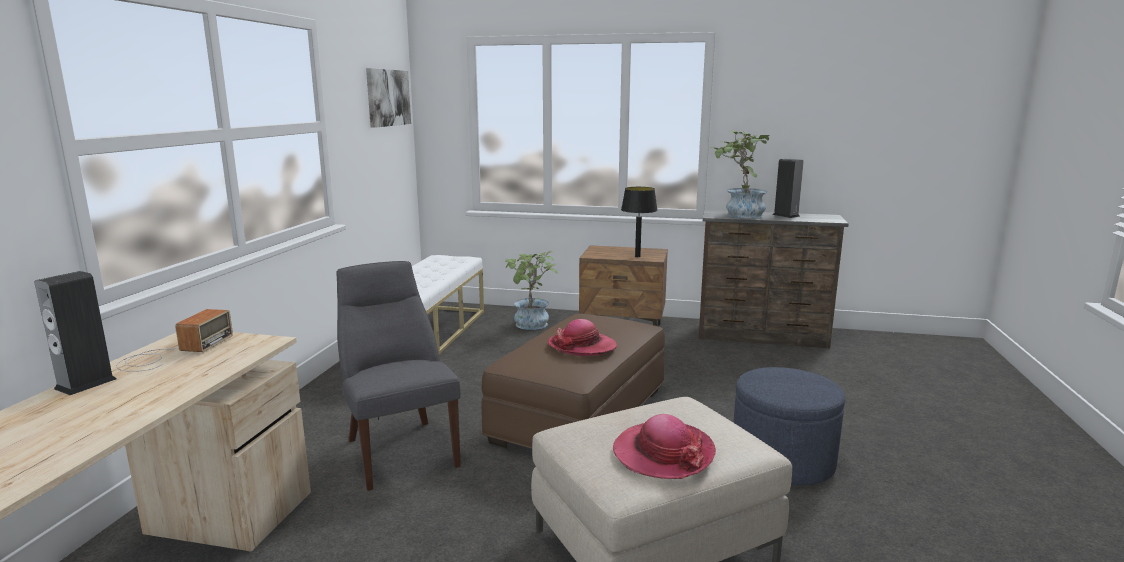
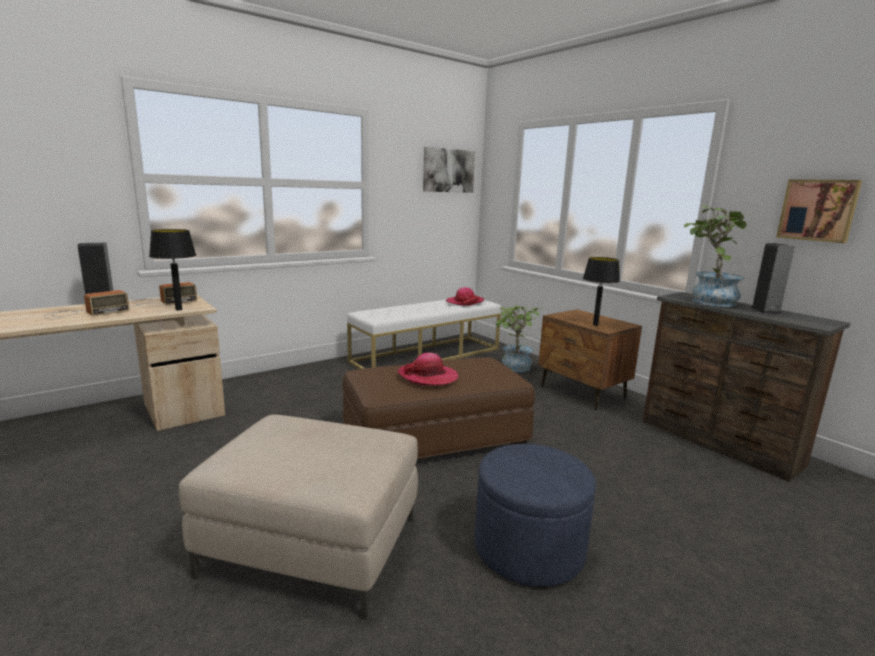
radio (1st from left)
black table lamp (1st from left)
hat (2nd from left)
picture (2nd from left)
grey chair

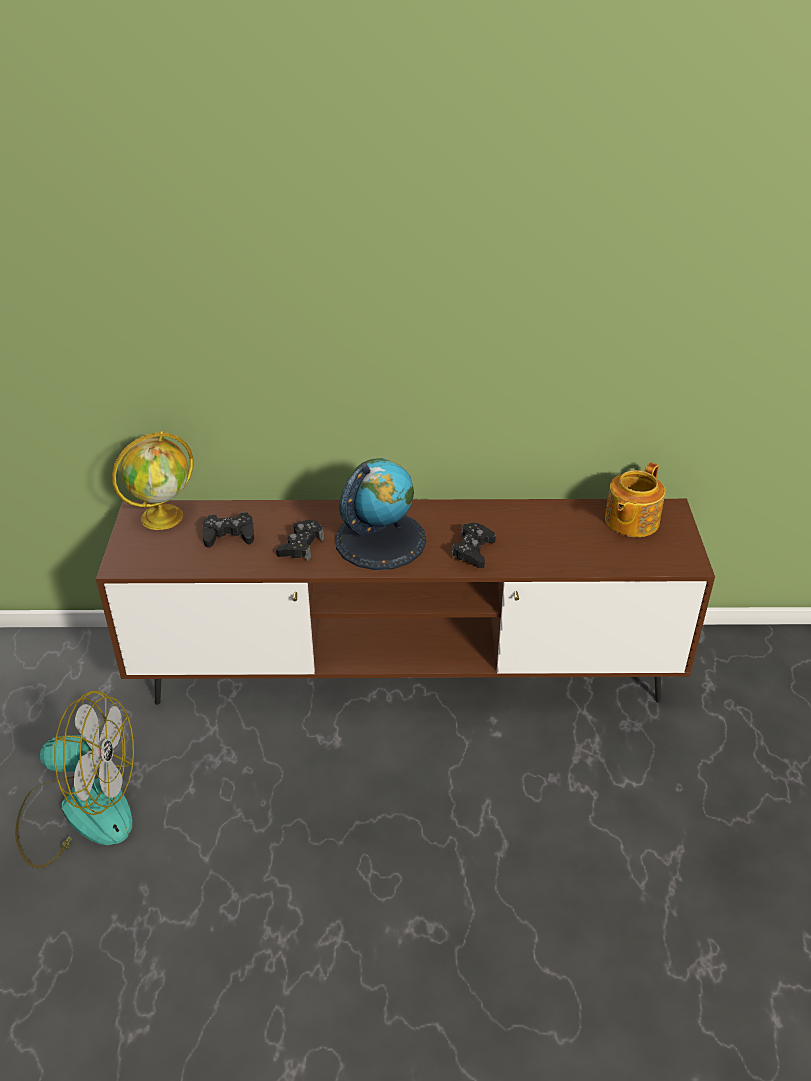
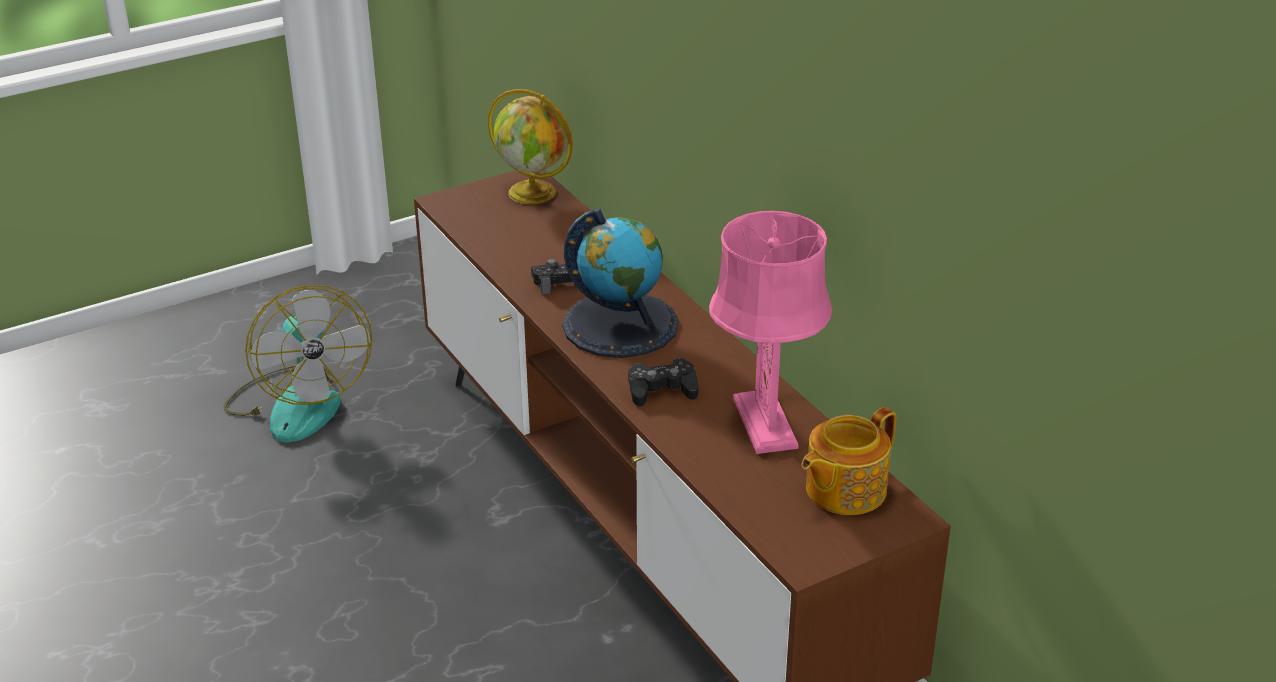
pink table lamp
teapot
black game controller (1st from left in the first image)

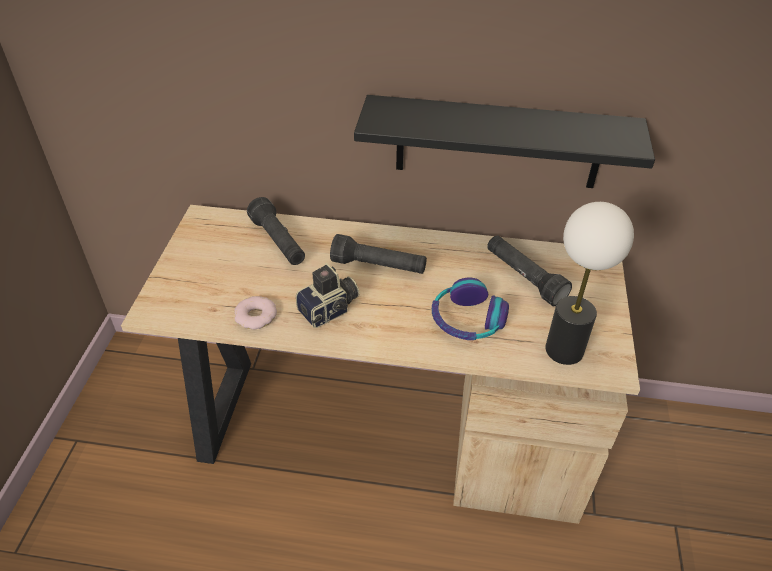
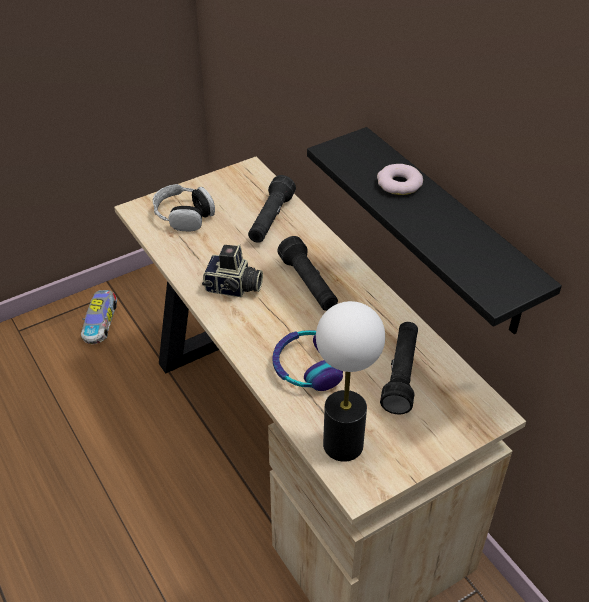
toy car
headphones (1st from left)
donut

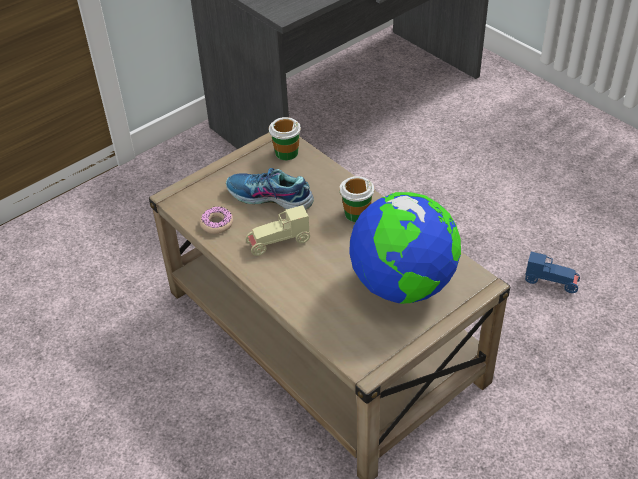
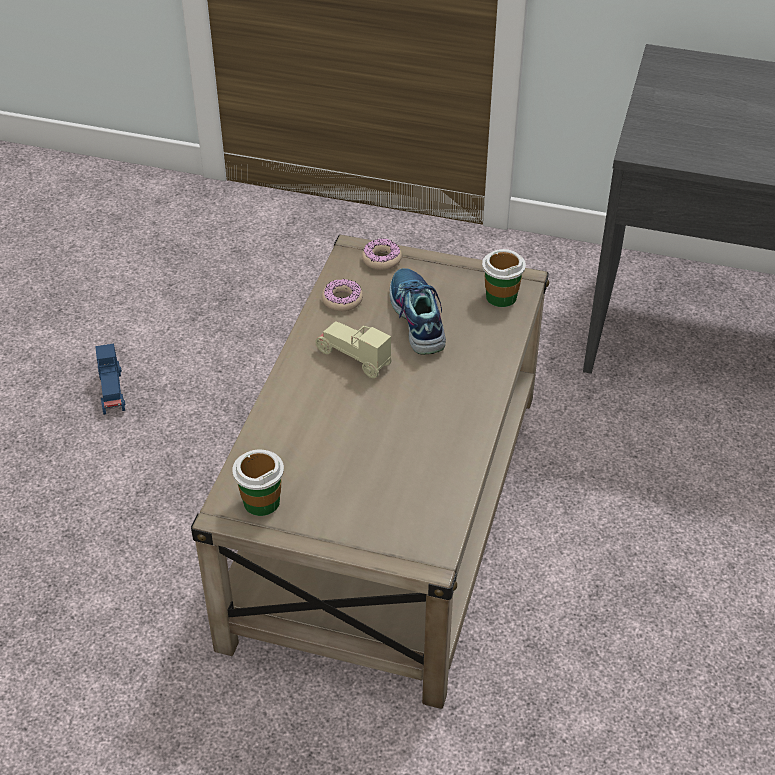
blue toy car
cup (1st from left)
donut (2nd from left)
globe

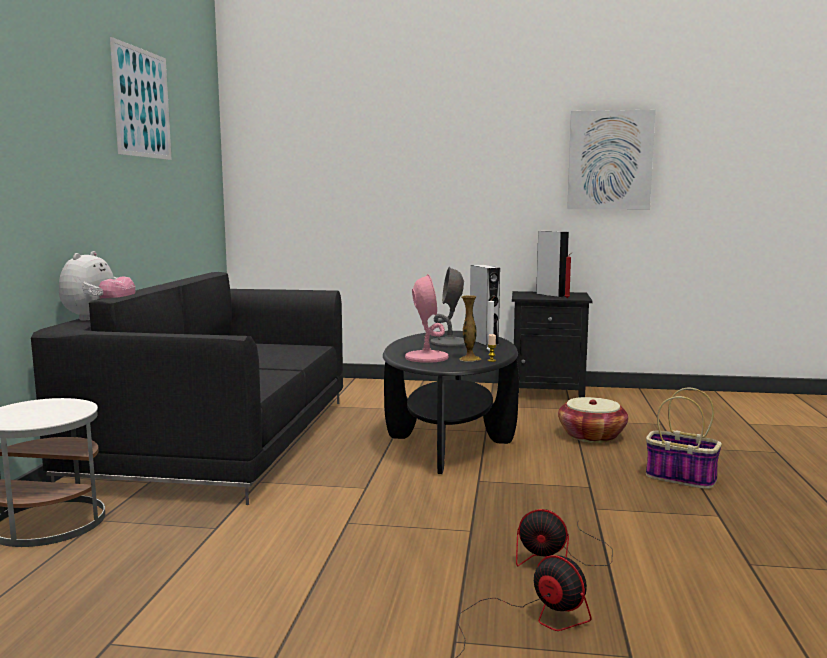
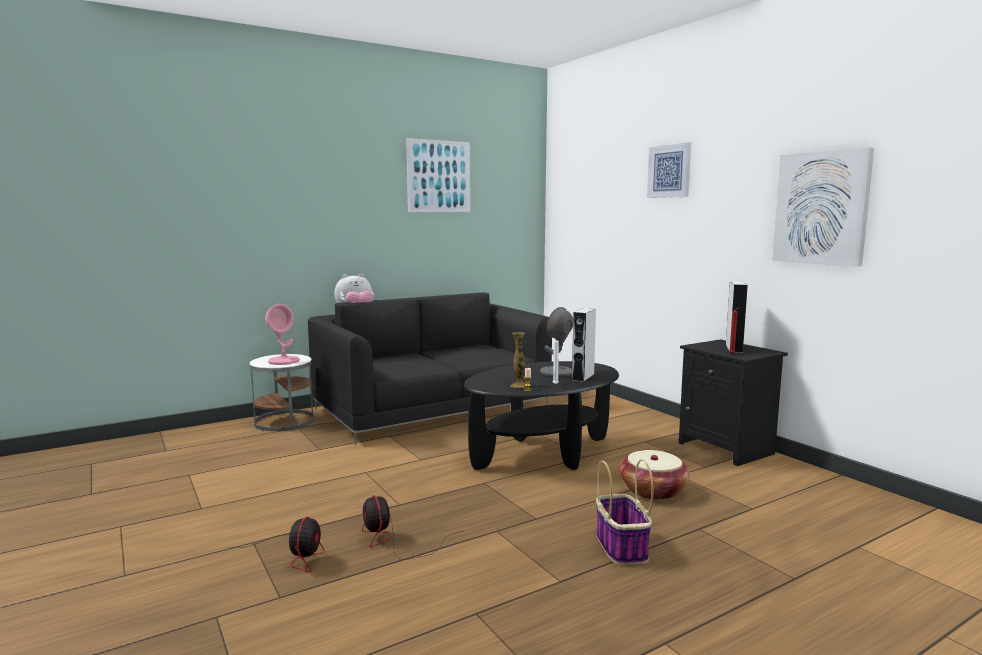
pink table lamp
picture (2nd from left)

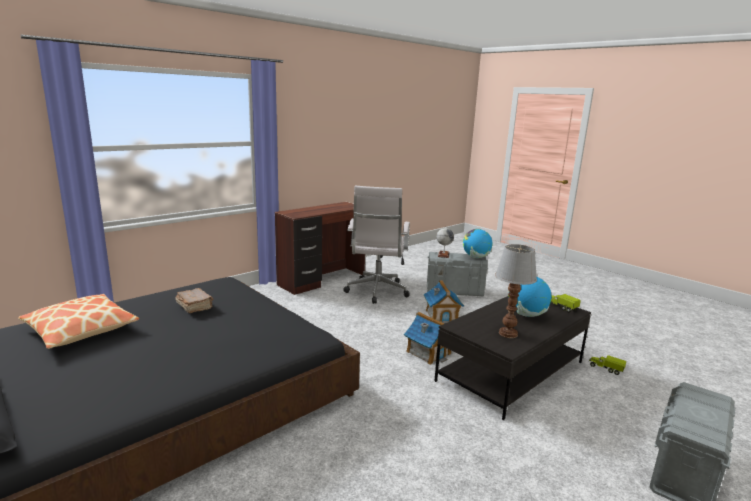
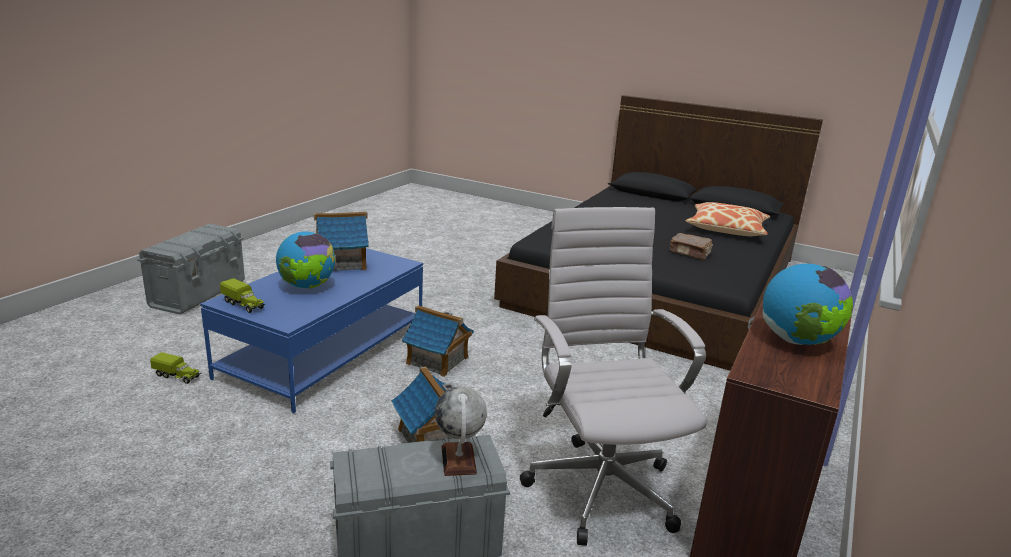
blue coffee table
toy house (1st from left)
globe (3rd from left)

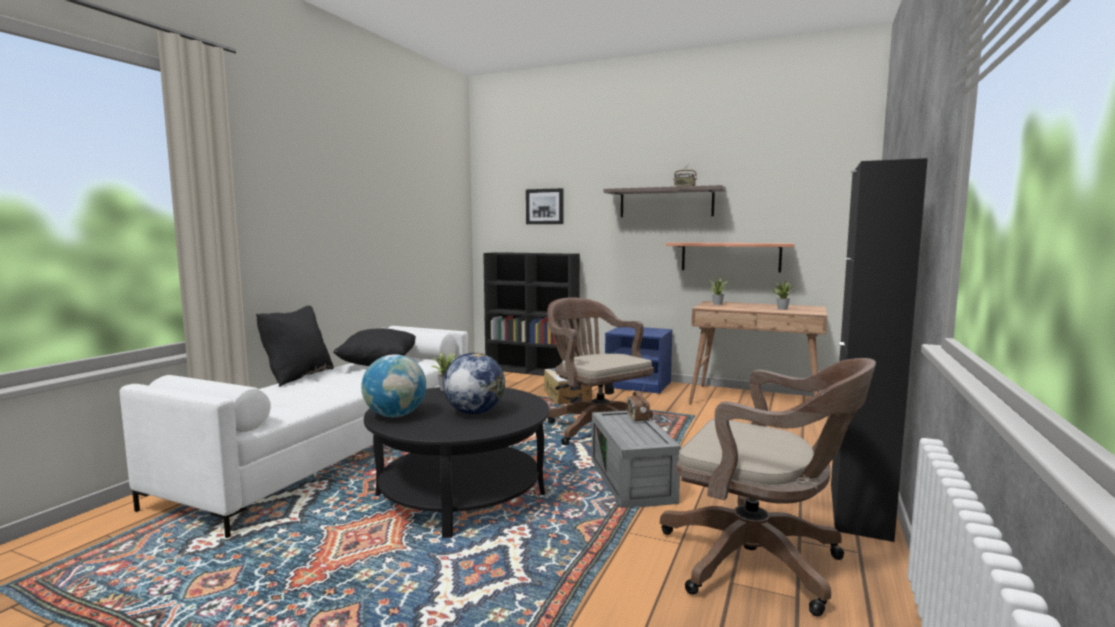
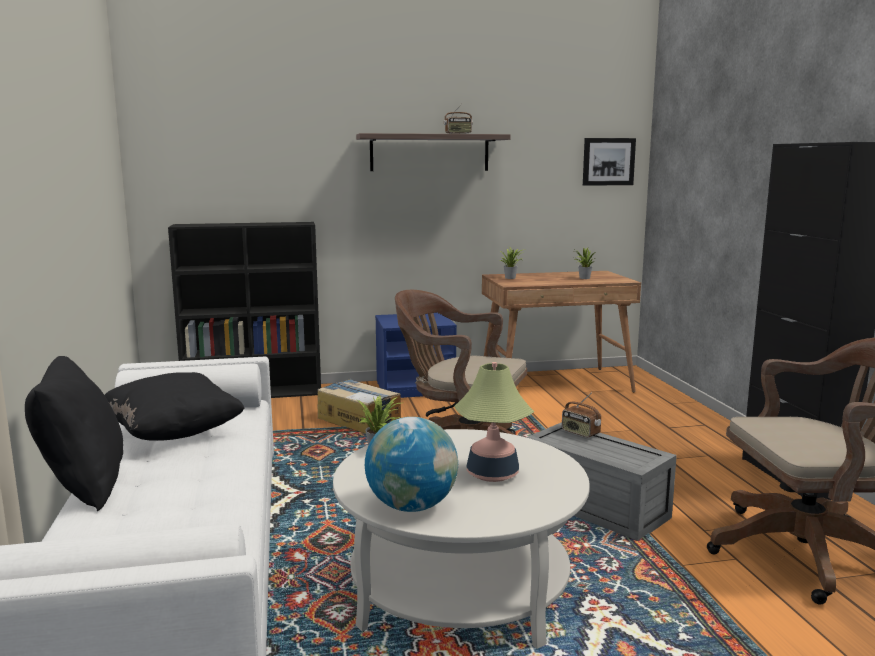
white coffee table
table lamp
picture
shelf (2nd from left in the first image)

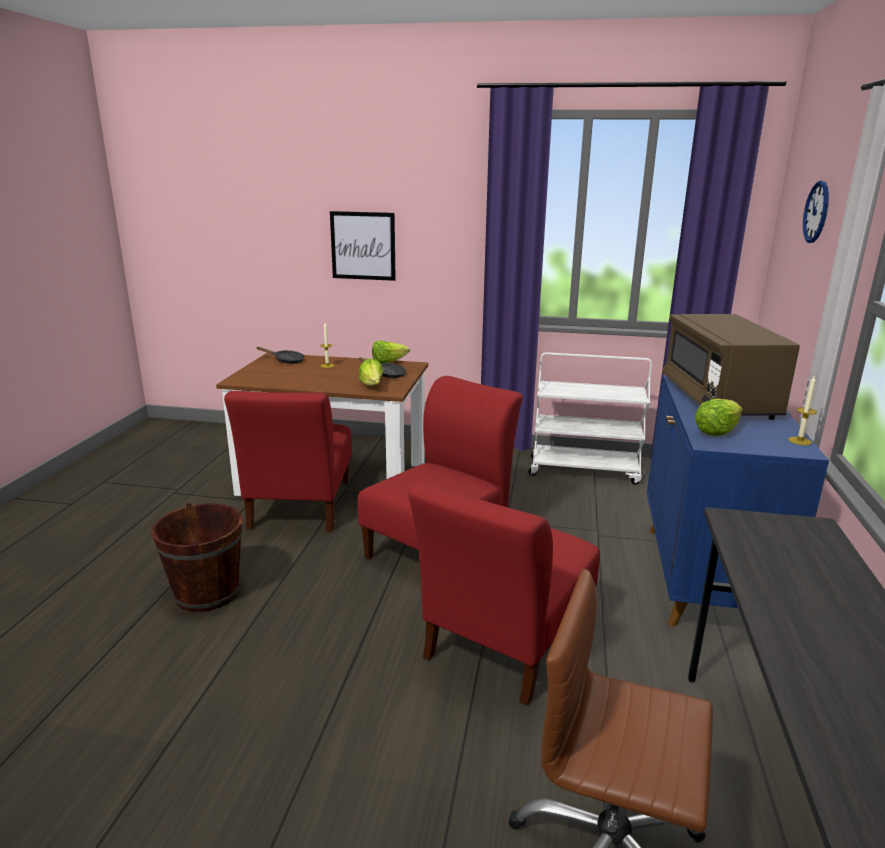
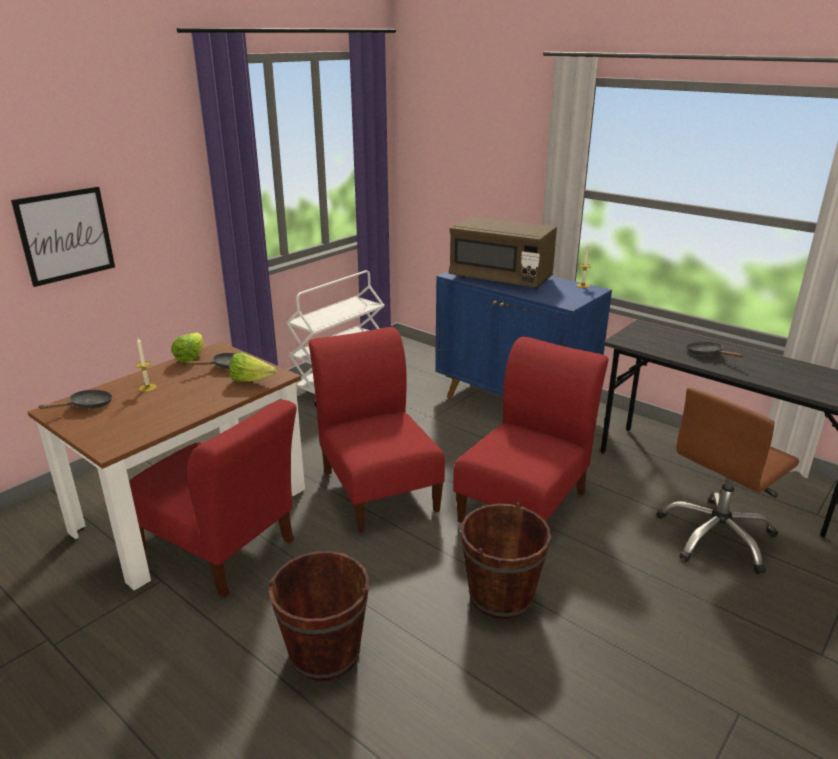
red chair (3rd from left)
brown bucket (2nd from left)
black frying pan (3rd from left)
lettuce (3rd from left in the first image)
wall clock

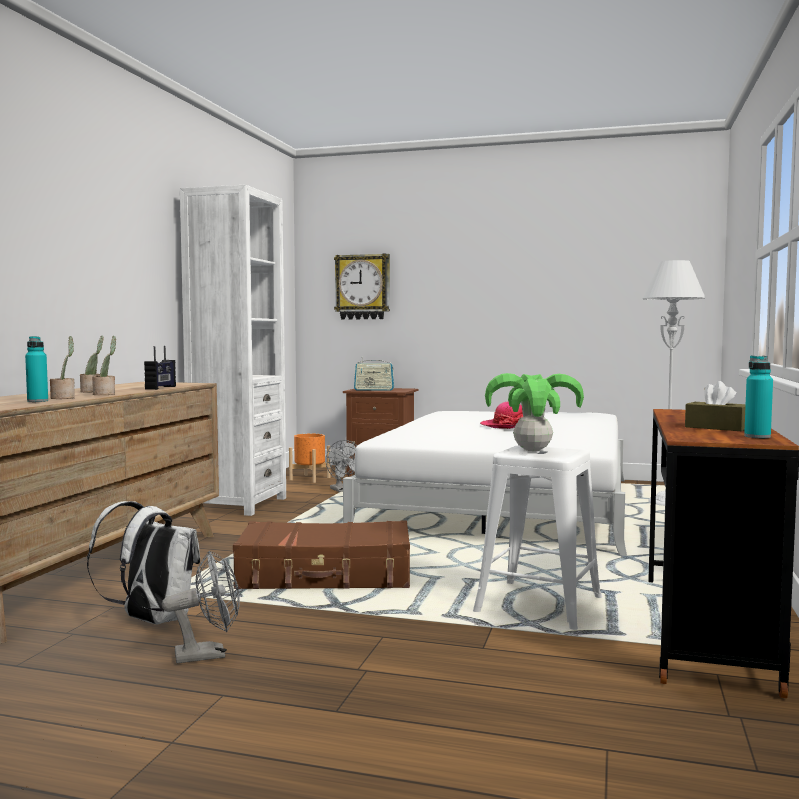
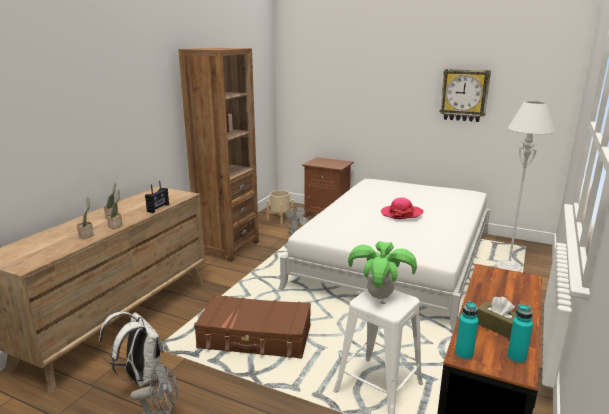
brown bookcase
beige planter
wall clock
turquoise bottle (1st from left)
radio (2nd from left in the first image)

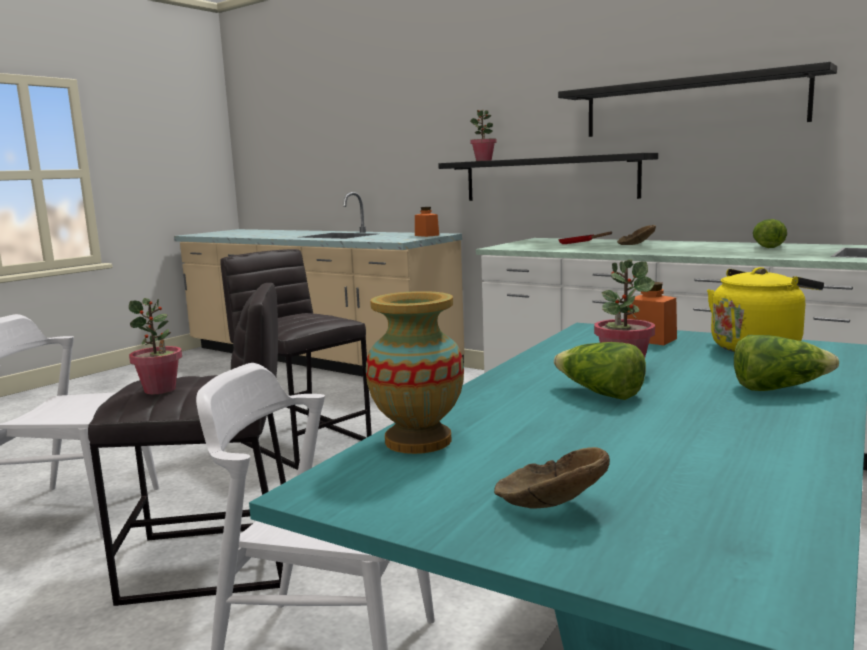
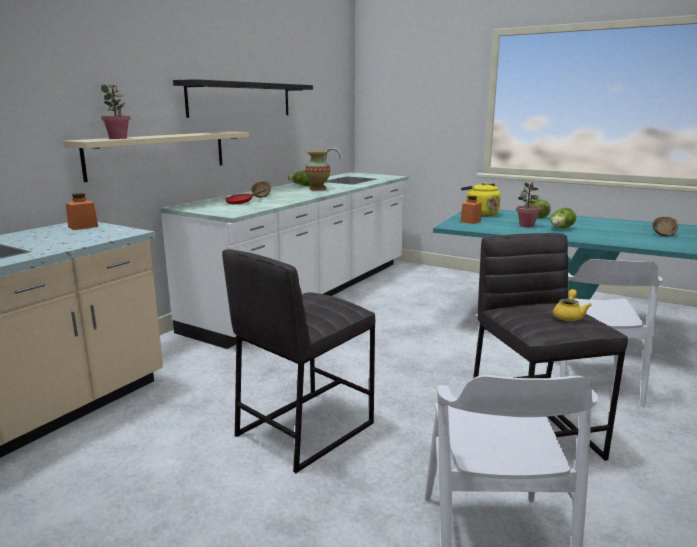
beige shelf
vase
yellow teapot

